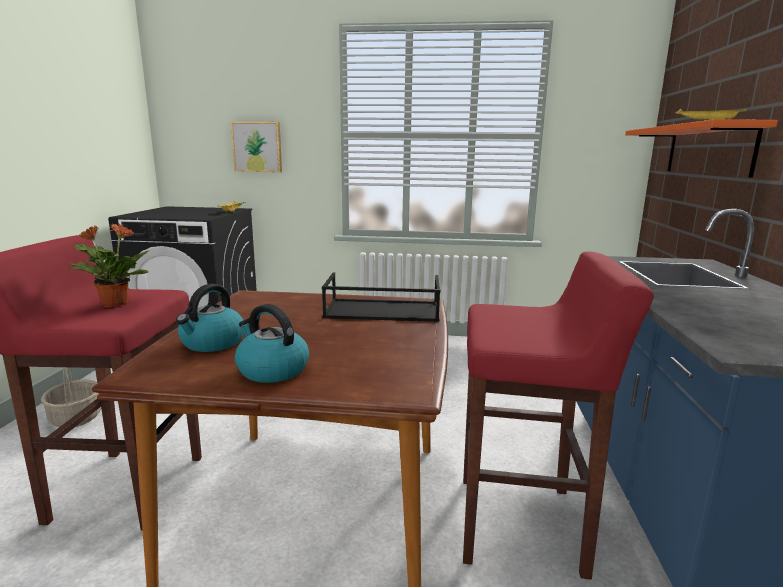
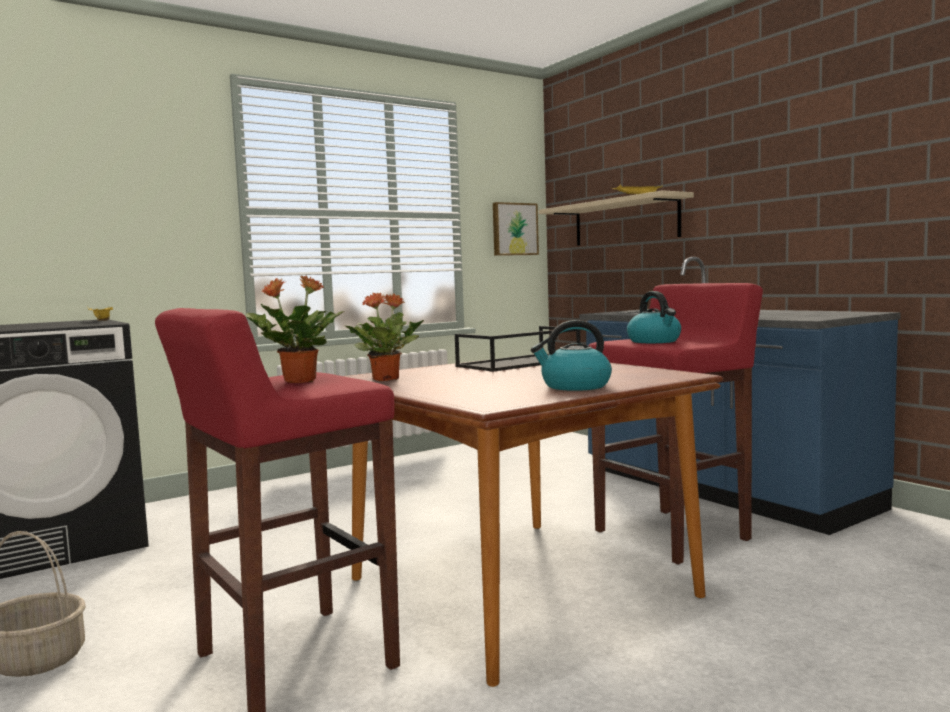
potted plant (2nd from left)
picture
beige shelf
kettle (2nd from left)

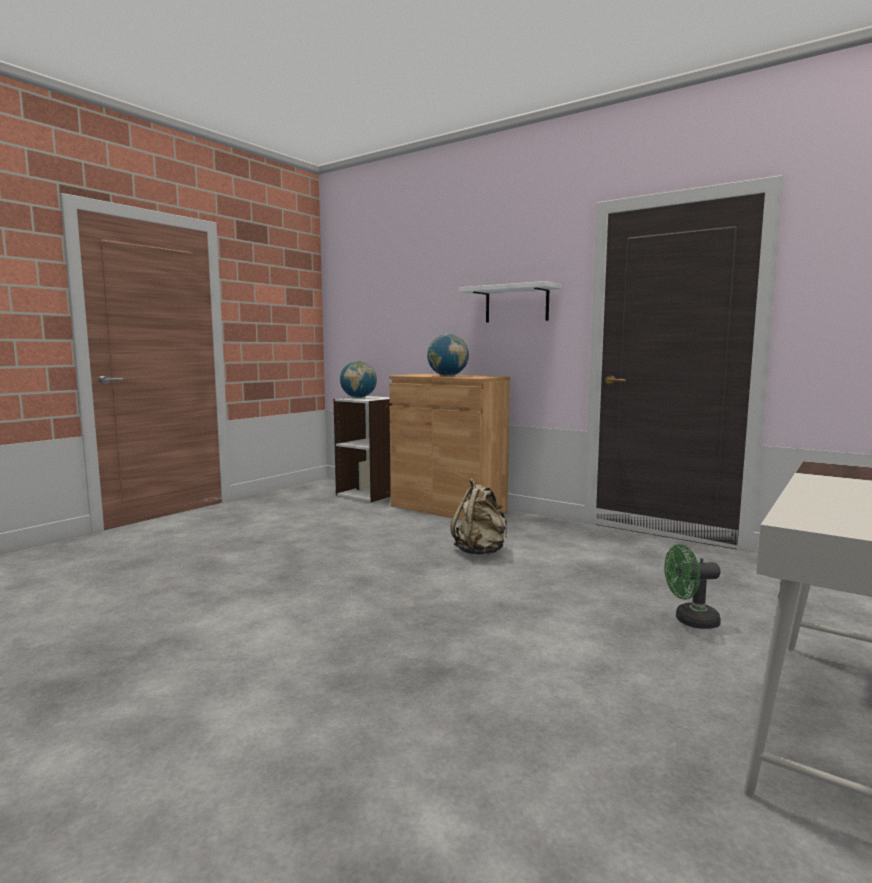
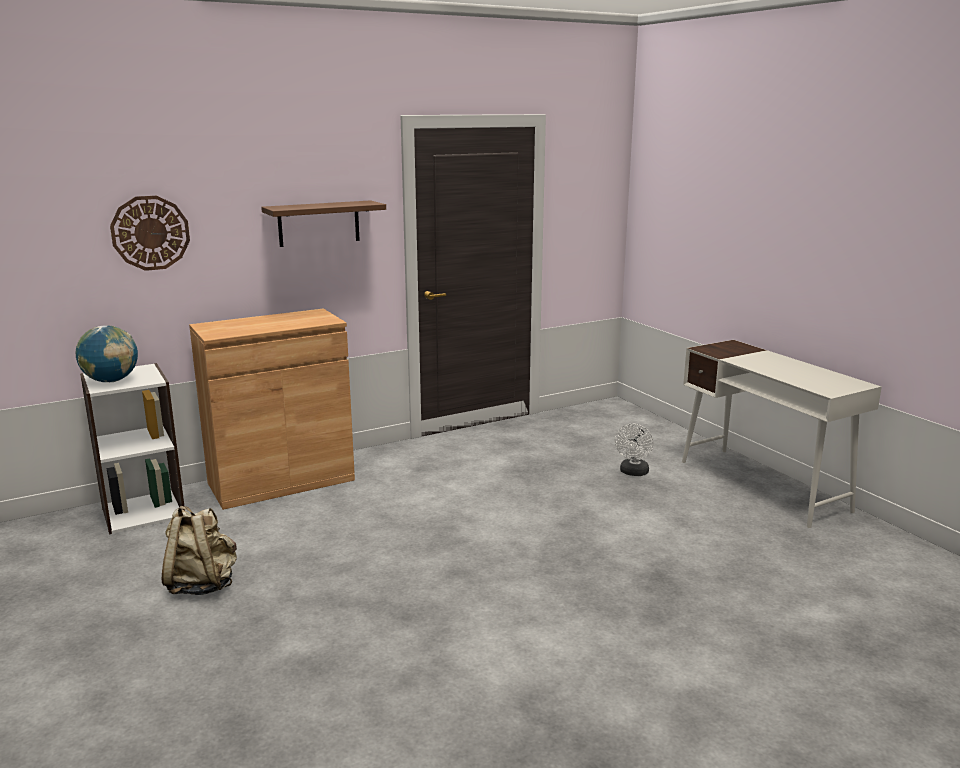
wall clock
beige backpack
brown shelf
white fan
globe (2nd from left in the first image)

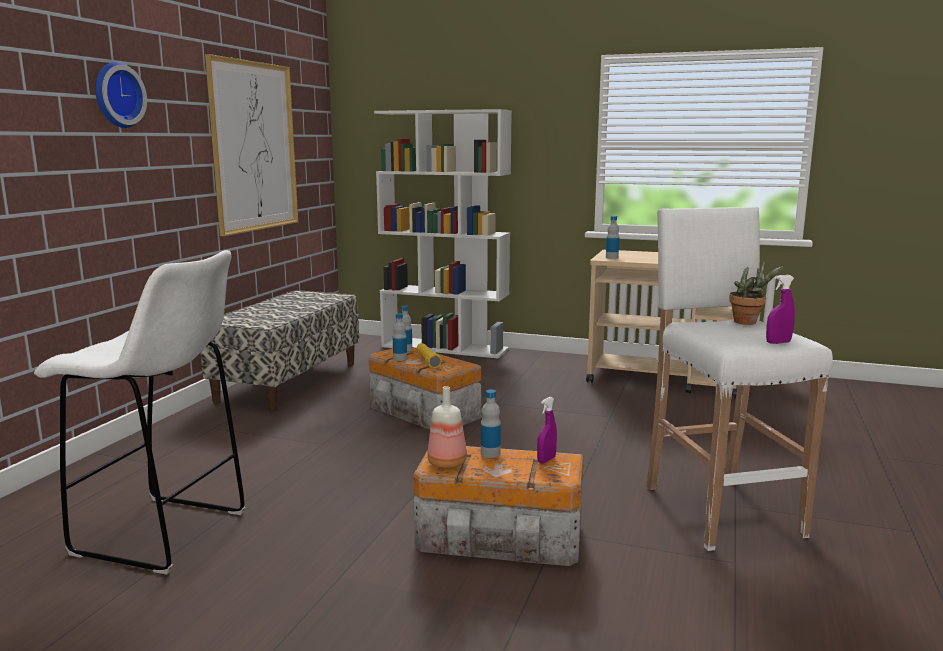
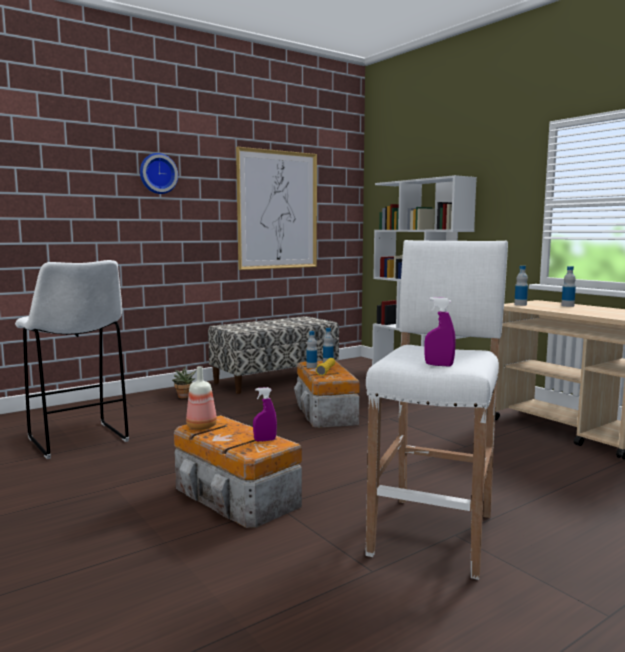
potted plant
bottle (5th from left)

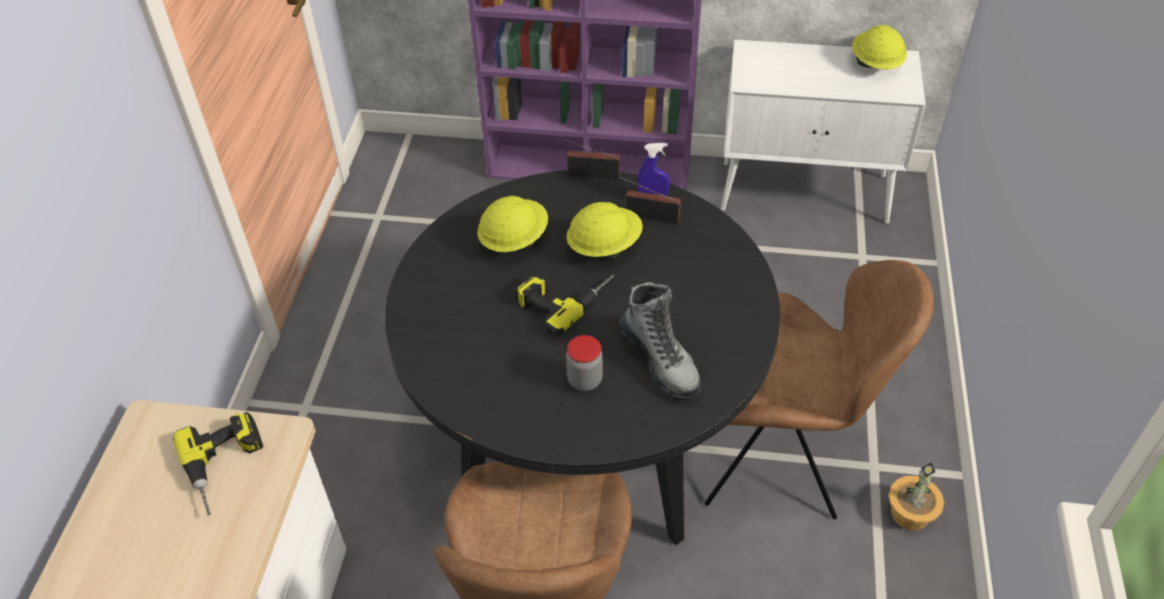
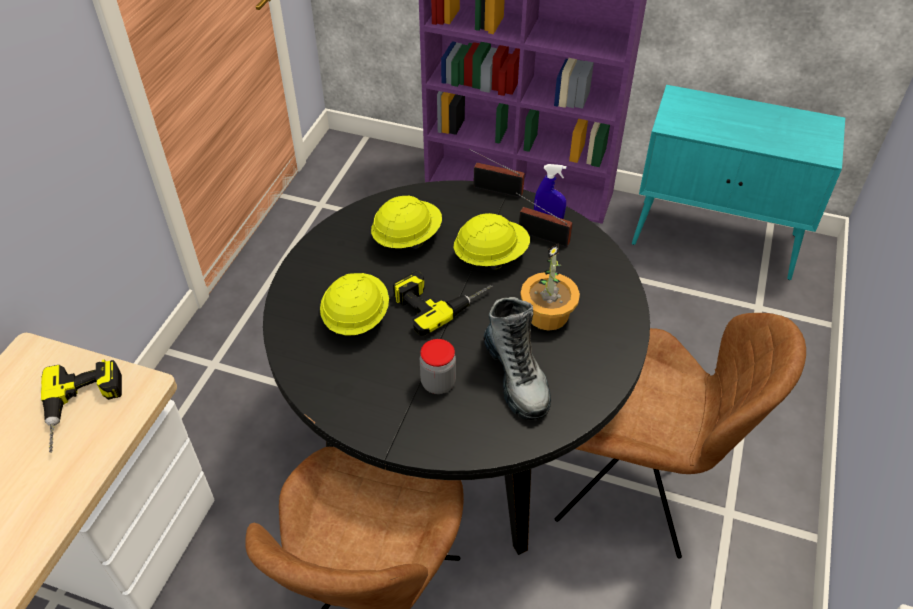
yellow hard hat (1st from left)
potted plant
turquoise cabinet

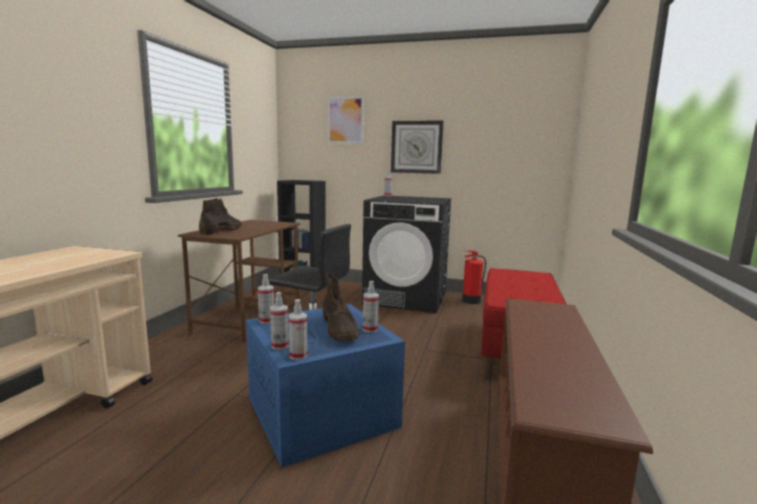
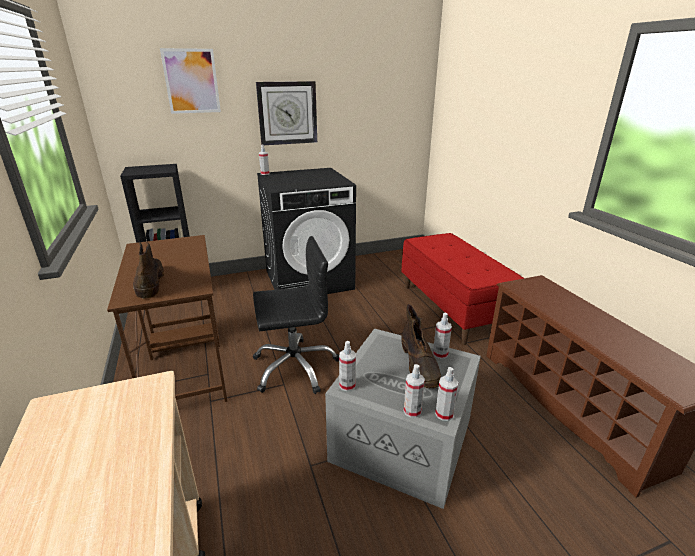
grey storage box
brown boot (2nd from left)
fire extinguisher

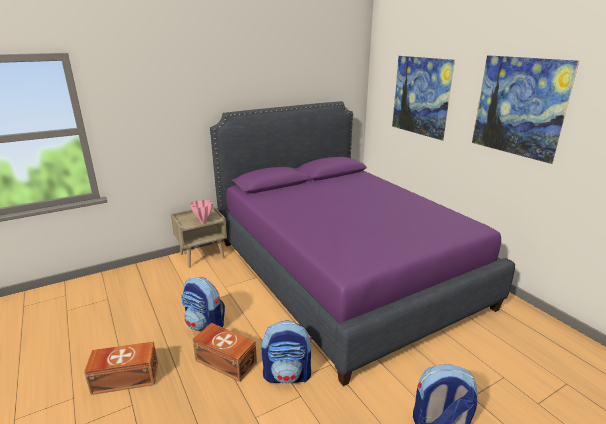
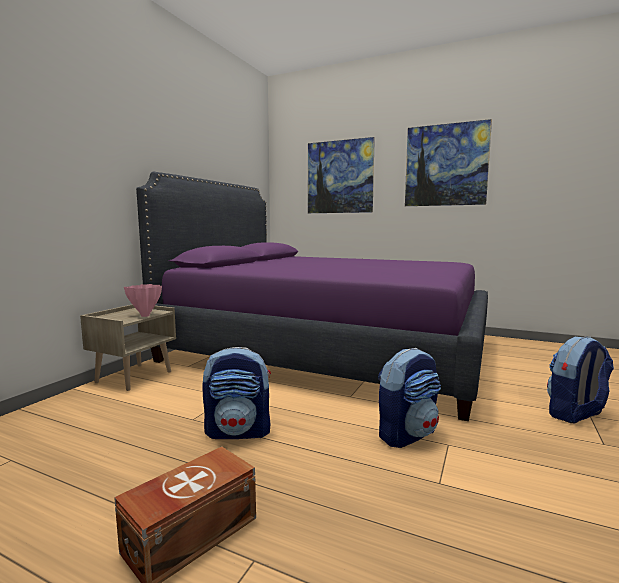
brown storage box (2nd from left in the first image)

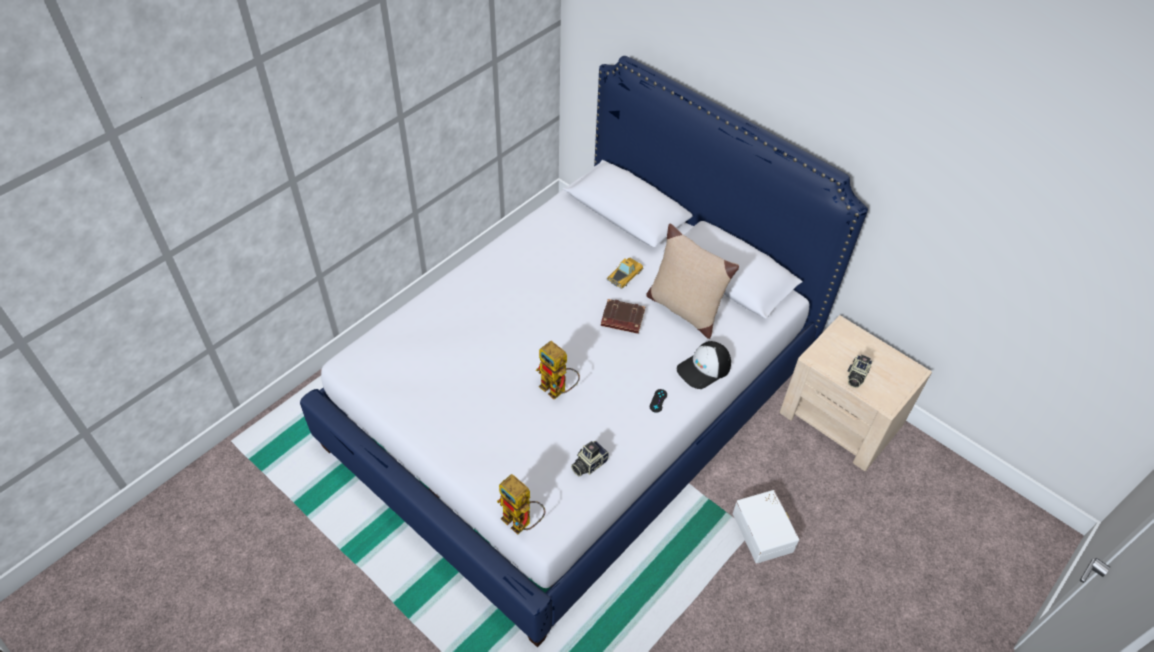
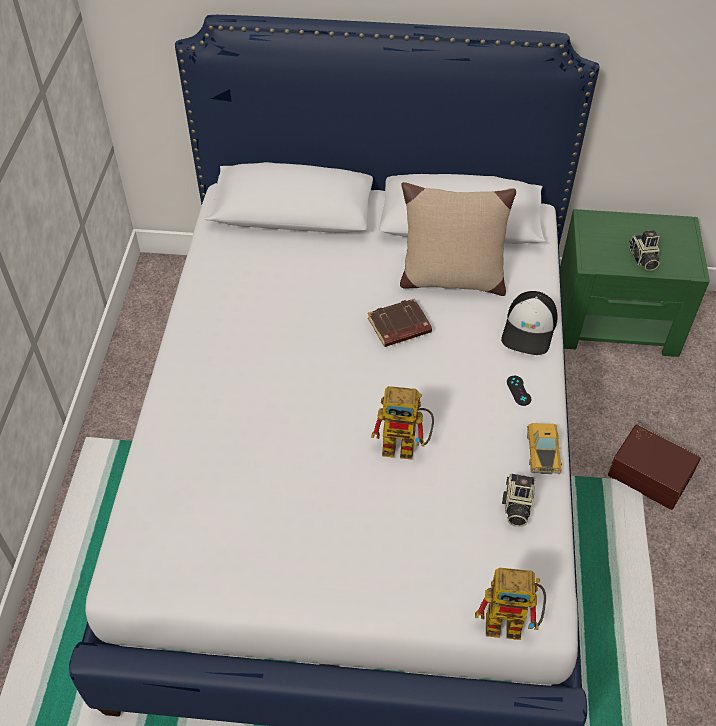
toy car
green nightstand
brown storage box

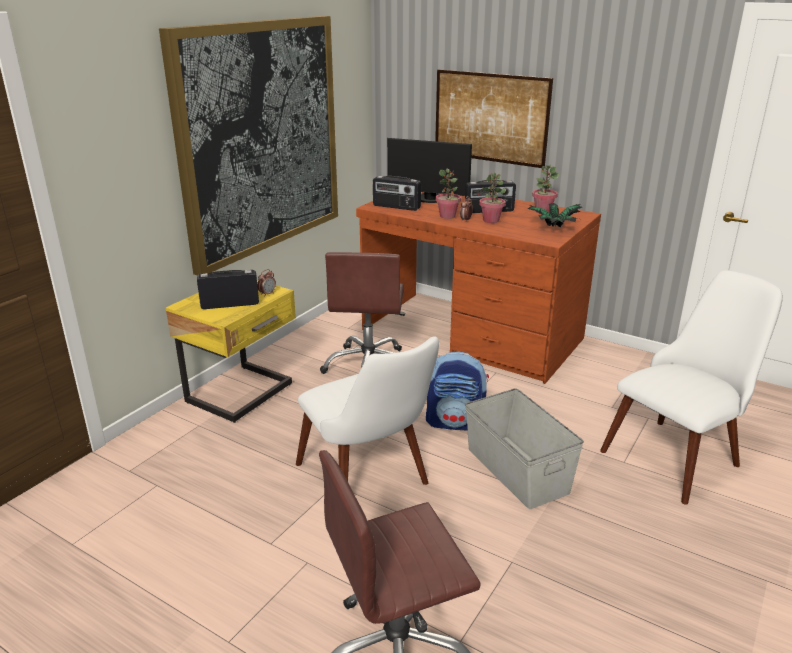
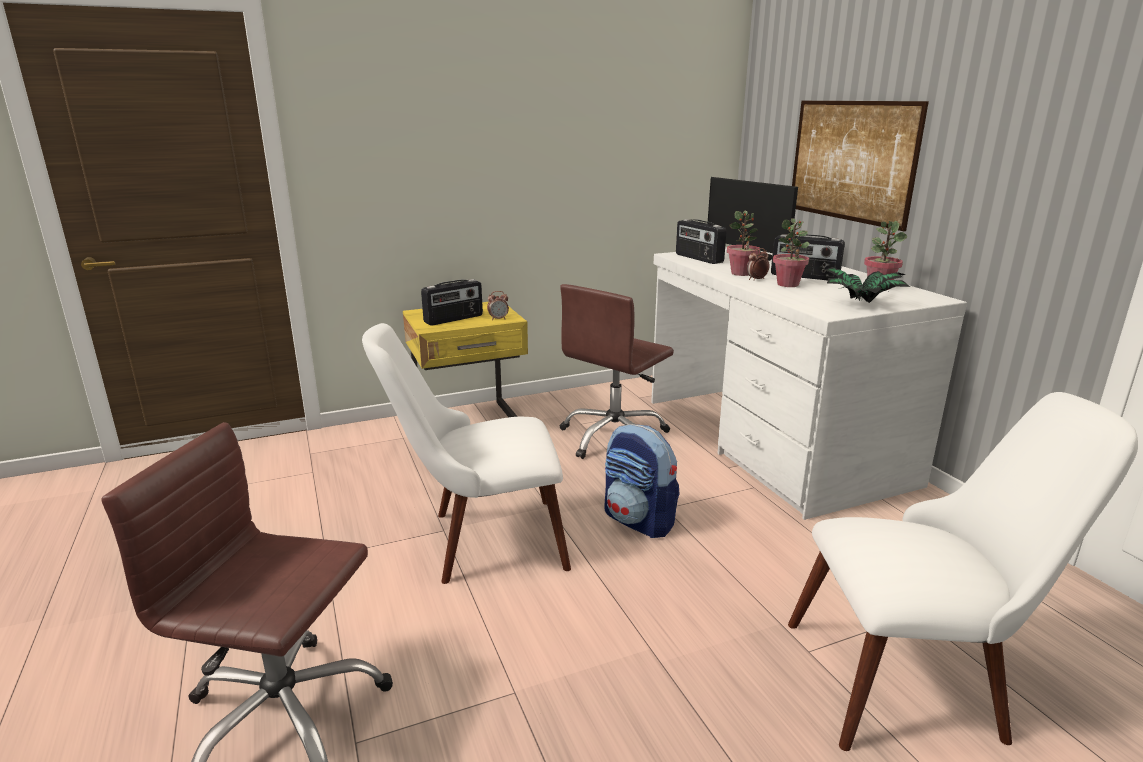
white chair (1st from left)
radio (1st from left)
white desk
picture (1st from left in the first image)
grey storage box

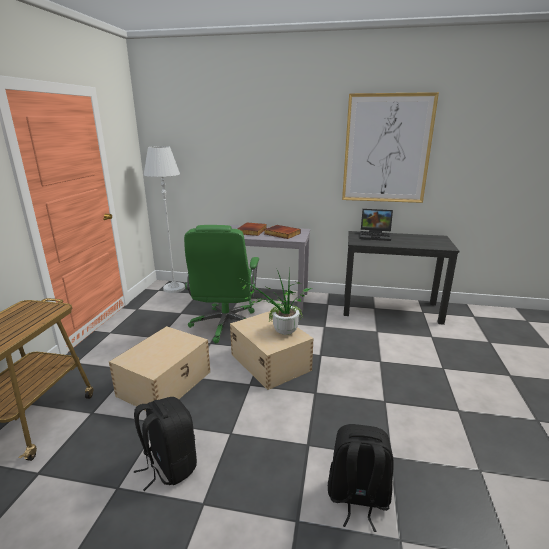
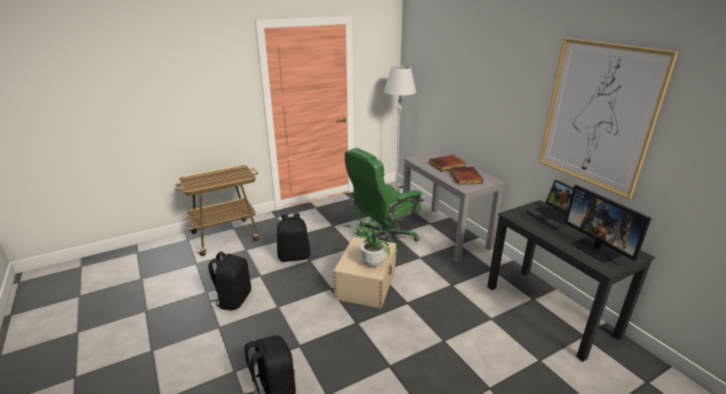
black backpack (3rd from left)
monitor

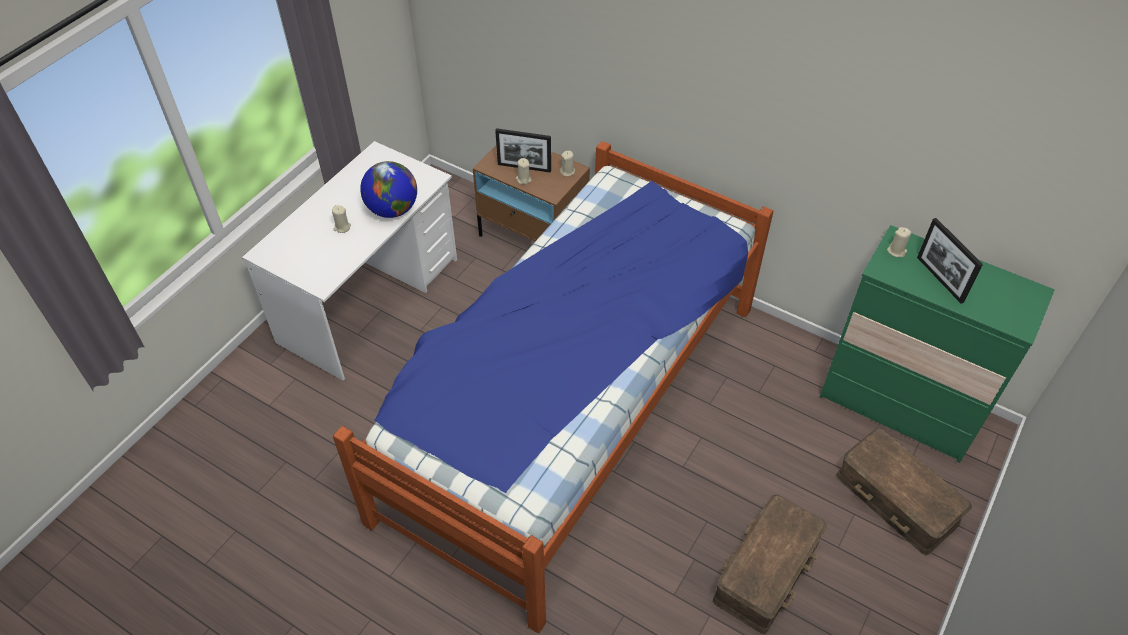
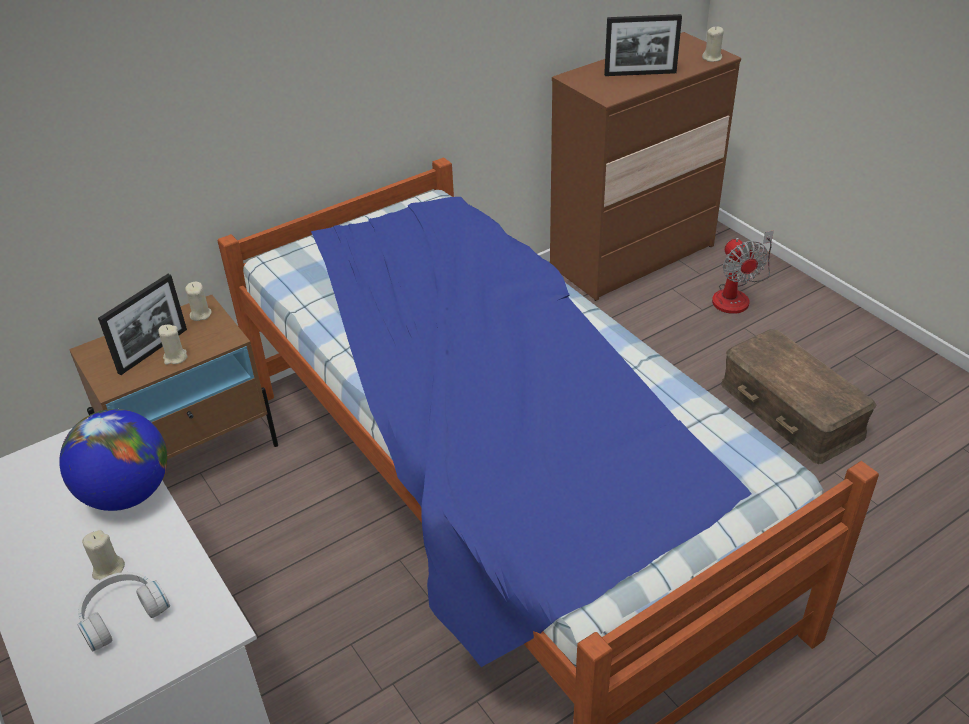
white headphones
brown dresser
beige candle (4th from left)
fan

